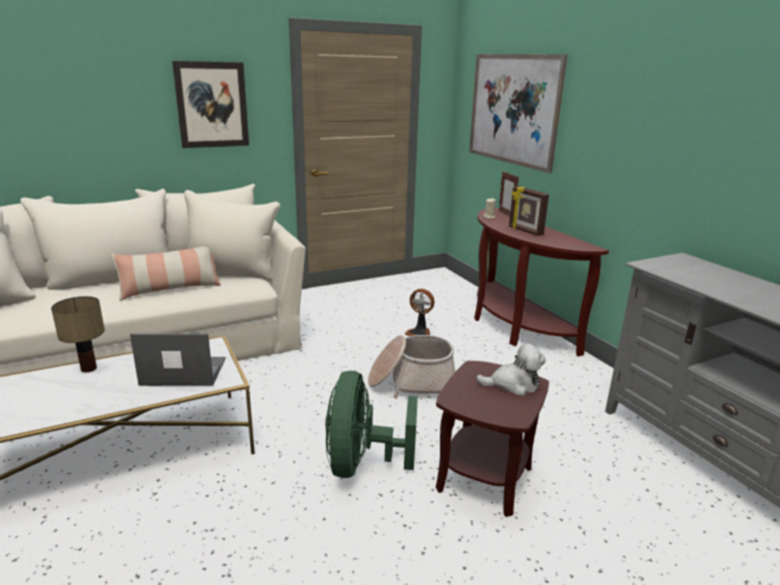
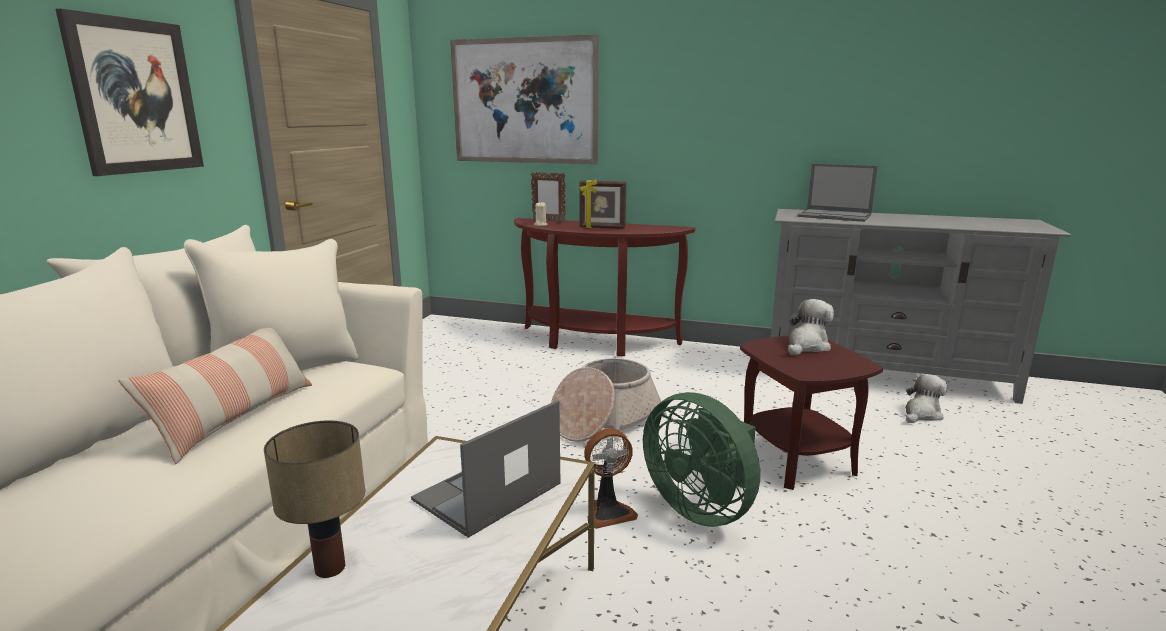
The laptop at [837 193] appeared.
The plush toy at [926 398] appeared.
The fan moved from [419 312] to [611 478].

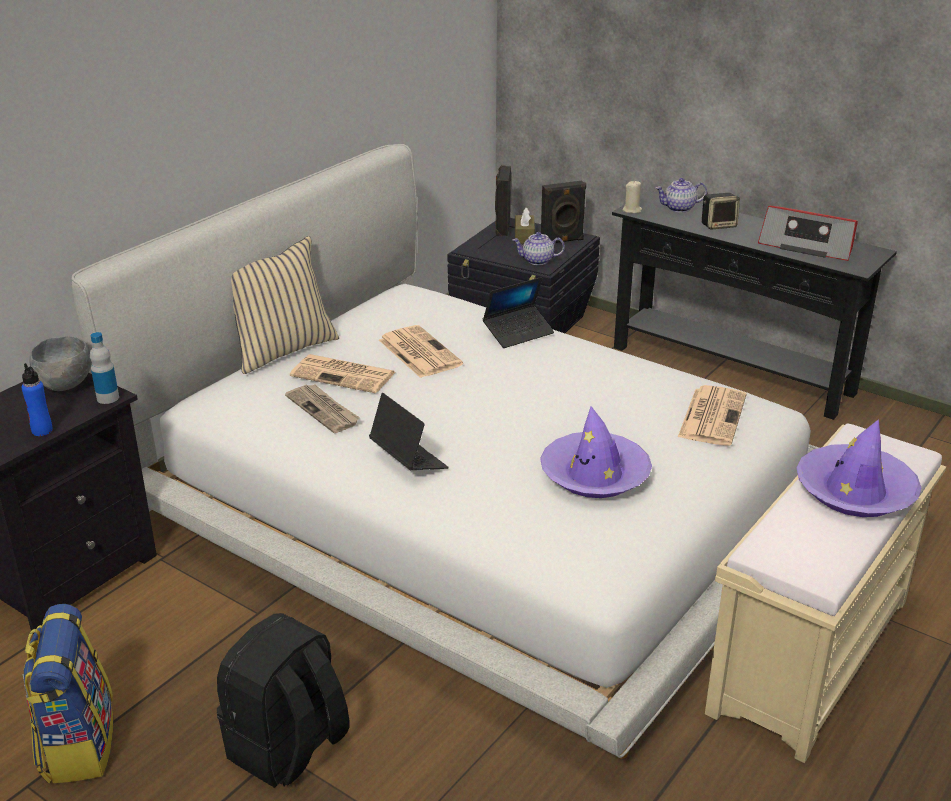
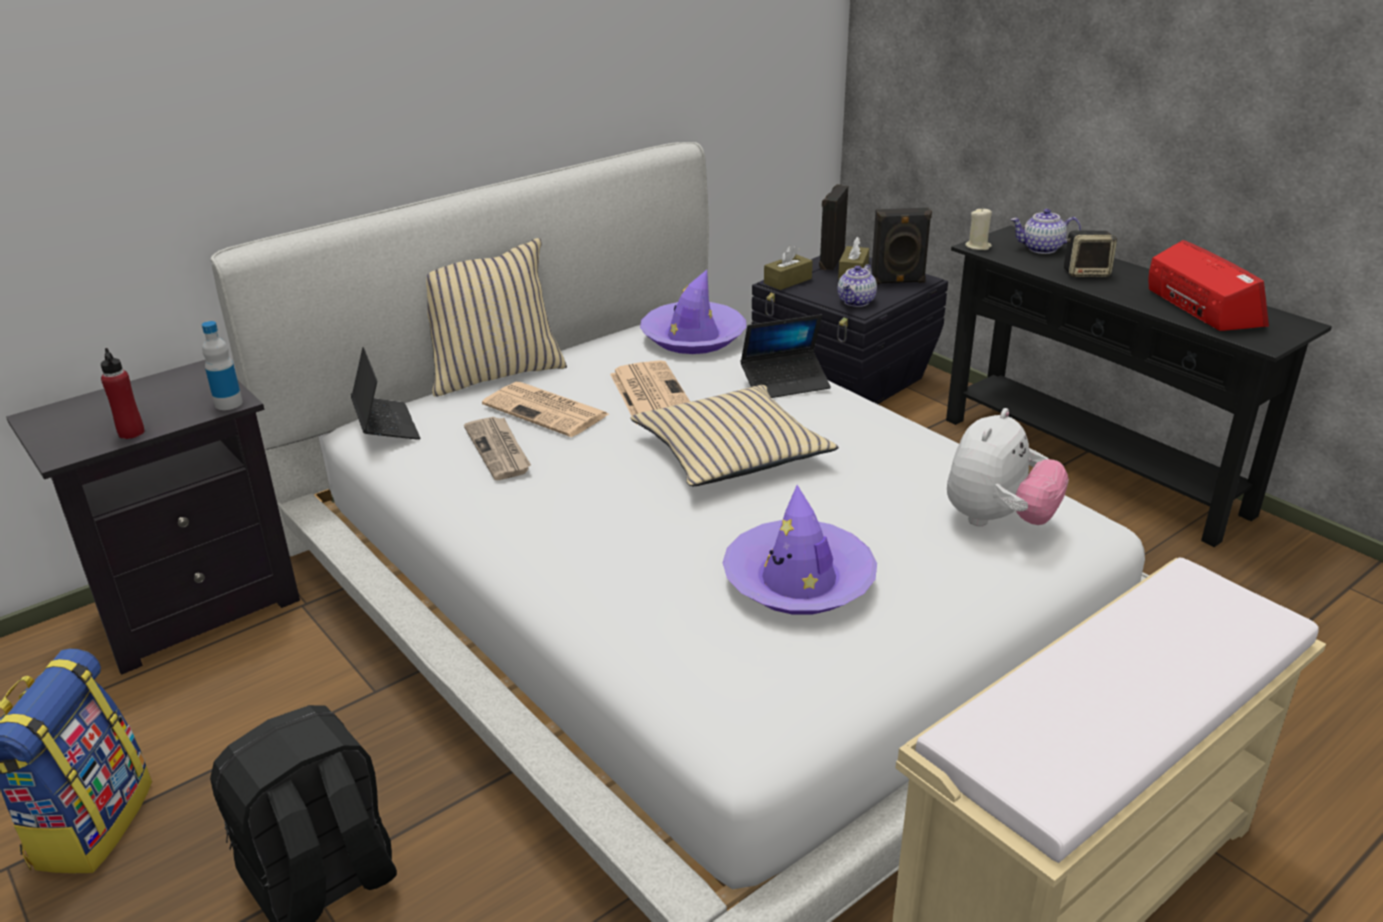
The bowl (grey) at [61 363] disappeared.
The pillow (beige) at [735 435] appeared.
The tissue box (brown) at [788 267] appeared.
The laptop moved from [409 431] to [385 393].
The hat (purple) moved from [859 468] to [693 312].
The newspaper at [712 415] was replaced by the plush toy at [1008 467].
The bottle (blue) at [37 399] became the bottle (red) at [123 393].
The teapot at [538 248] turned 75 degrees counterclockwise.
The radio at [808 233] turned 150 degrees counterclockwise.

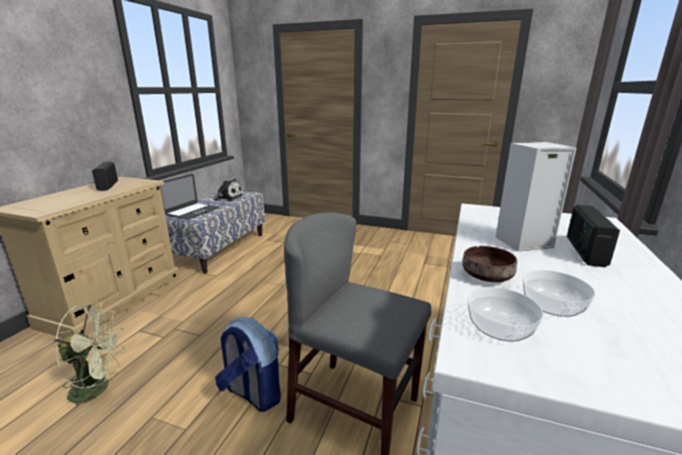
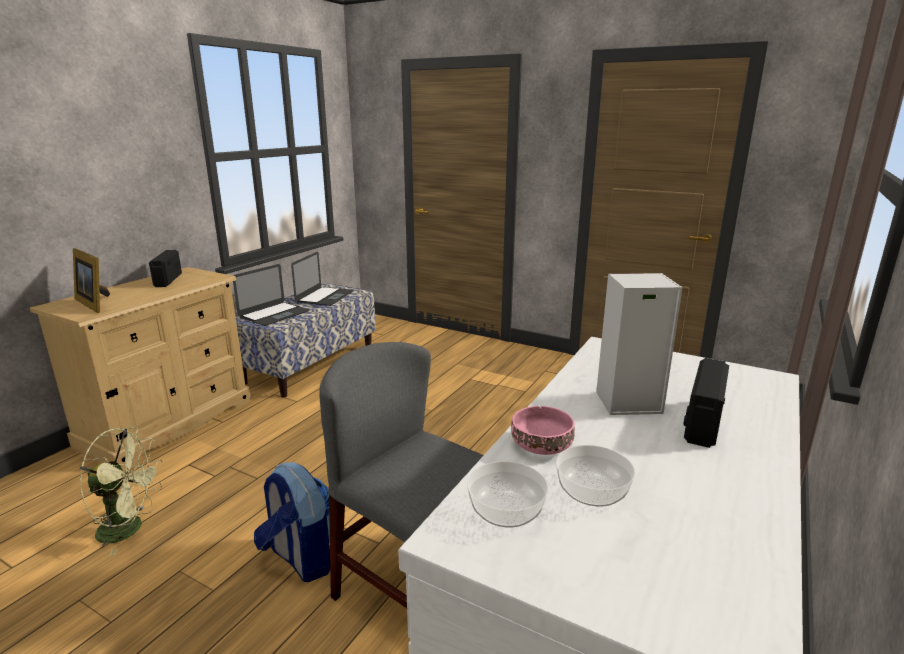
The picture frame at [91 280] appeared.
The plush toy at [226 190] was replaced by the laptop at [322 279].
The bowl (brown) at [489 264] became the bowl (pink) at [543 430].

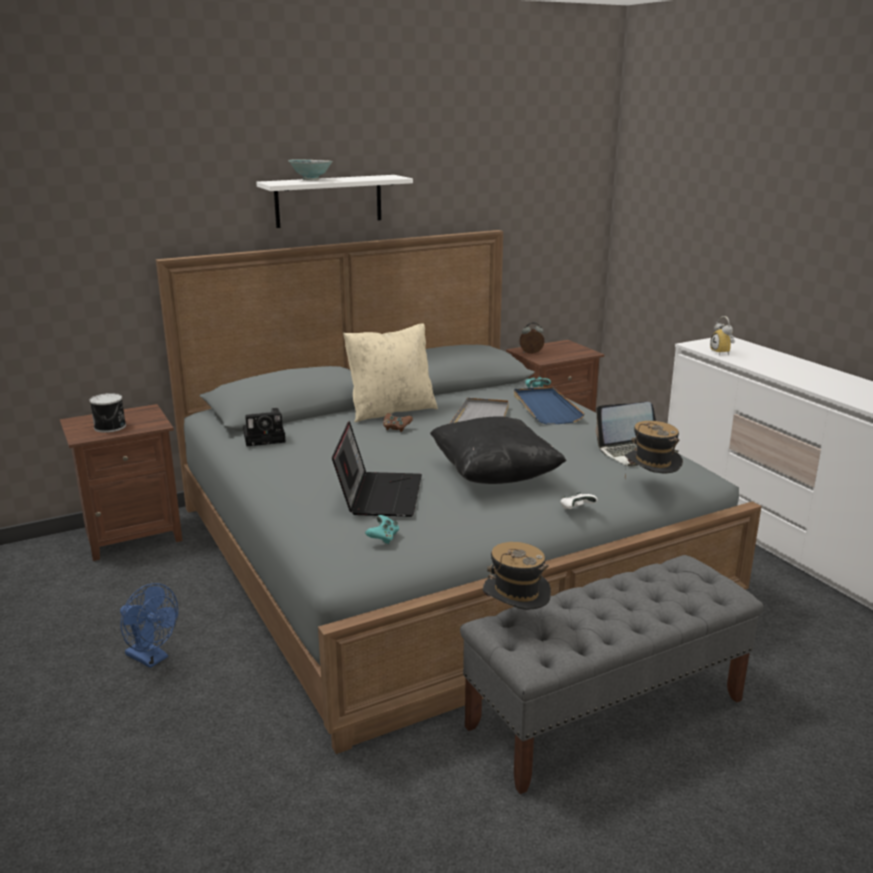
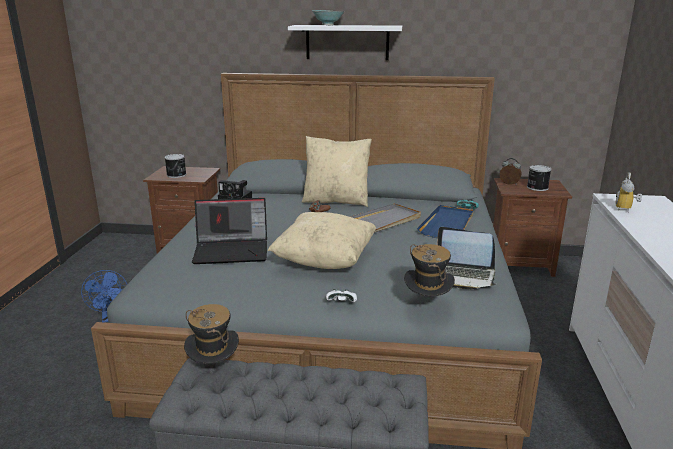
The game controller (turquoise) at [382 529] disappeared.
The can at [539 178] appeared.
The pillow (black) at [498 450] became the pillow (beige) at [322 240].
The laptop at [377 469] turned 45 degrees clockwise.

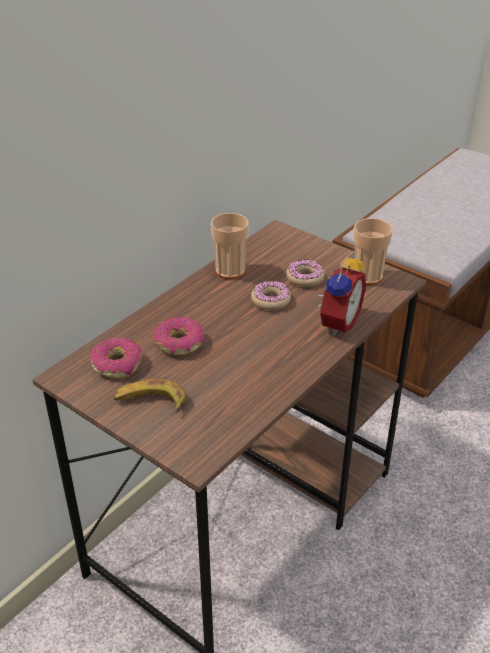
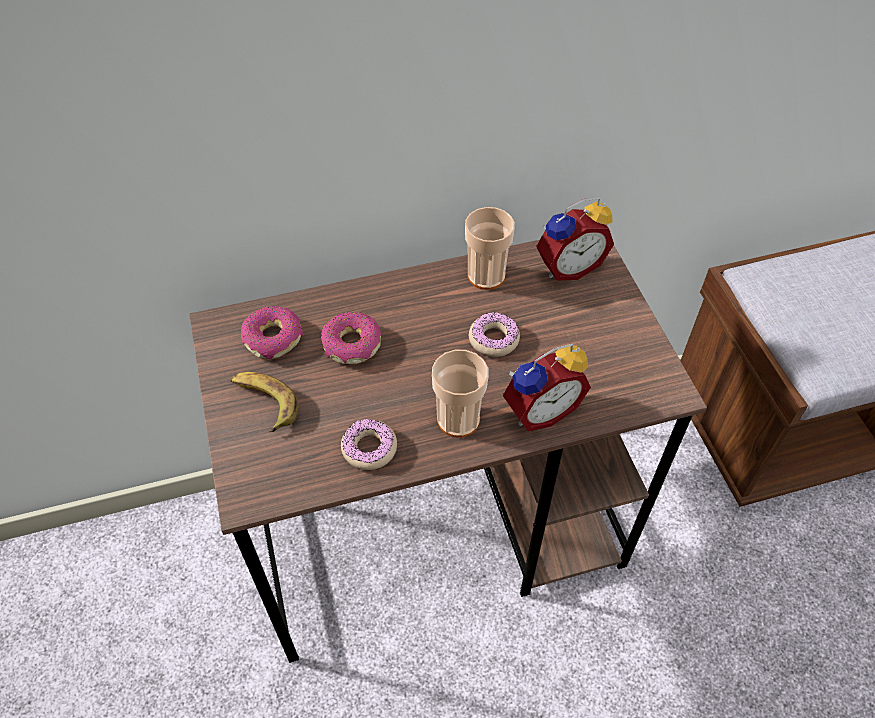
The alarm clock at [575 239] appeared.
The donut moved from [305 273] to [369 444].
The cup moved from [373 251] to [460 394].

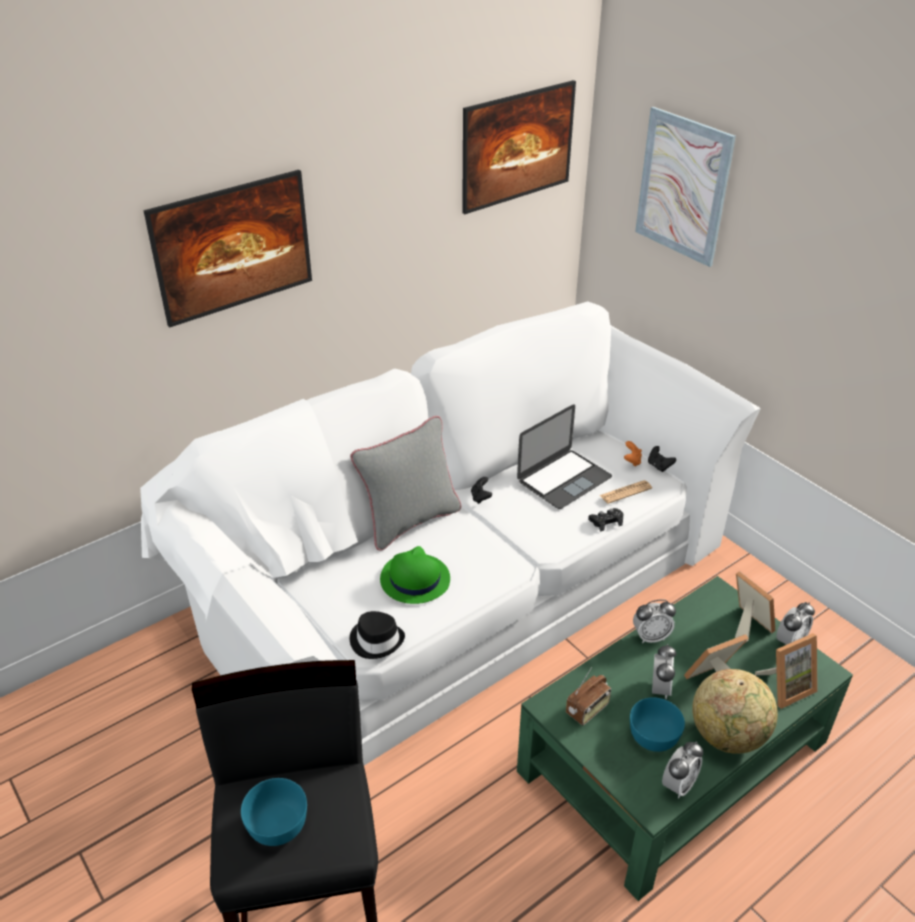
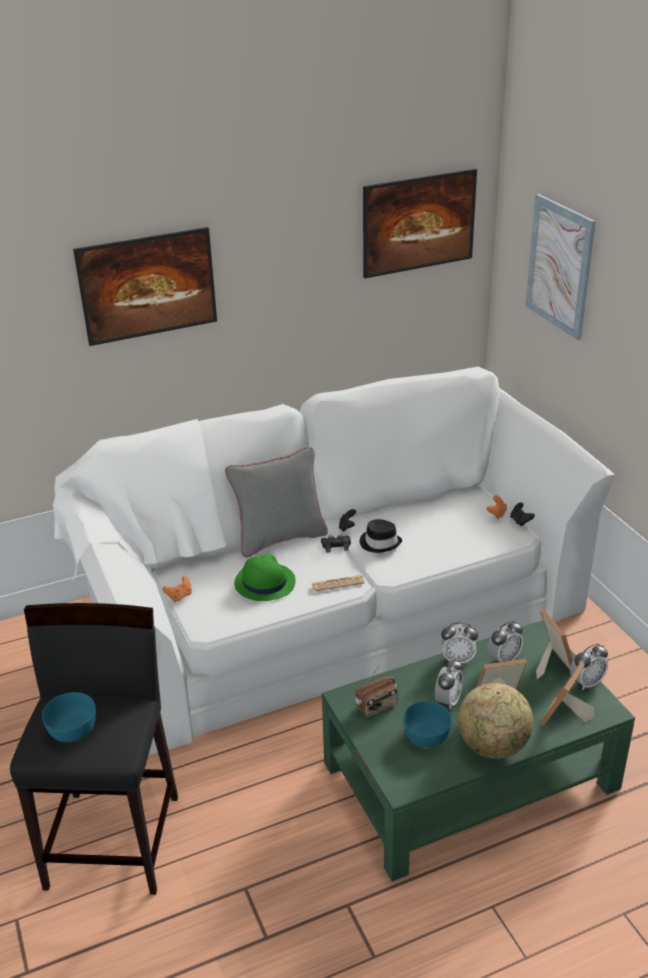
The laptop at [564 456] disappeared.
The game controller (orange) at [177 589] appeared.
The hat (black) moved from [377 635] to [381 536].
The game controller (black) moved from [606 520] to [336 544].
The newspaper moved from [626 492] to [338 583].
The alarm clock moved from [682 769] to [505 641].
The picture frame at [786 671] turned 135 degrees clockwise.

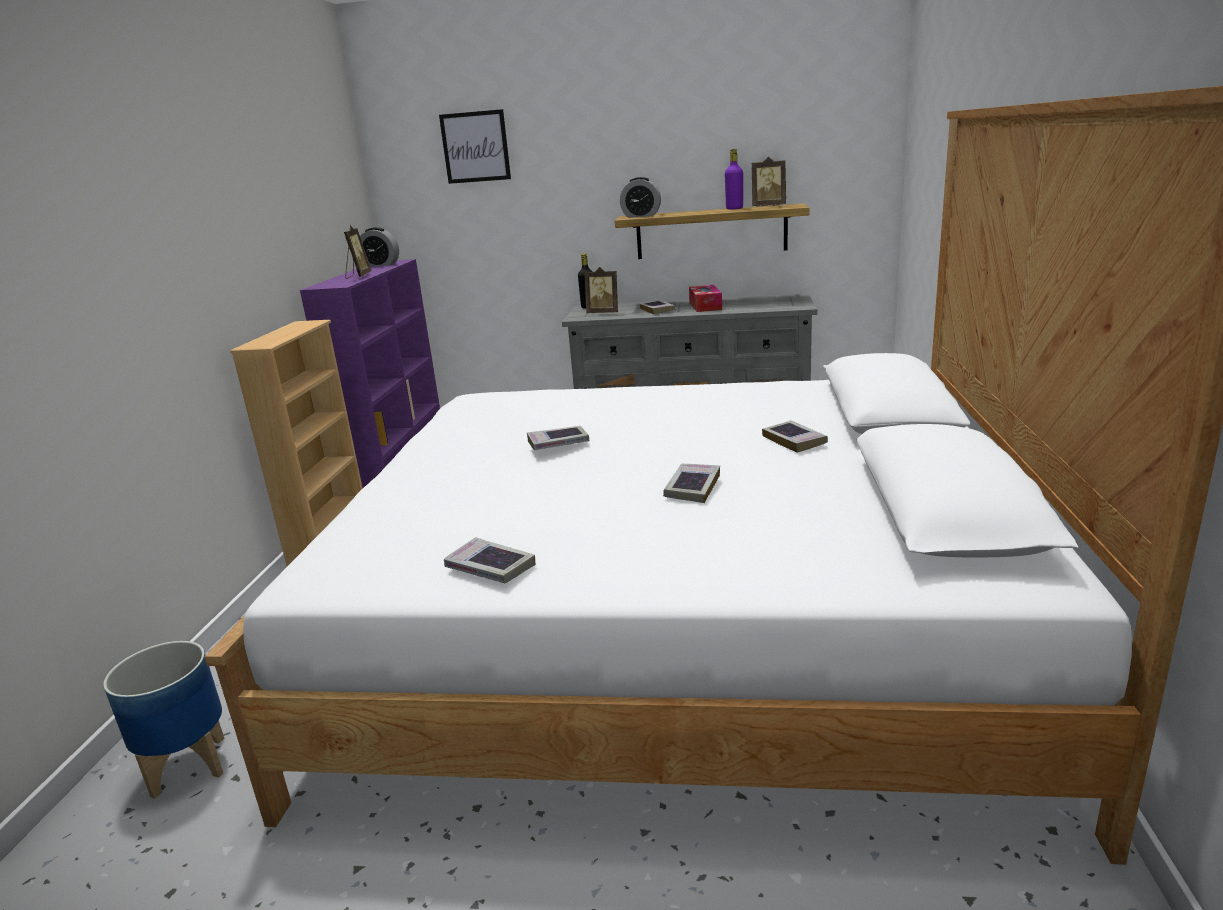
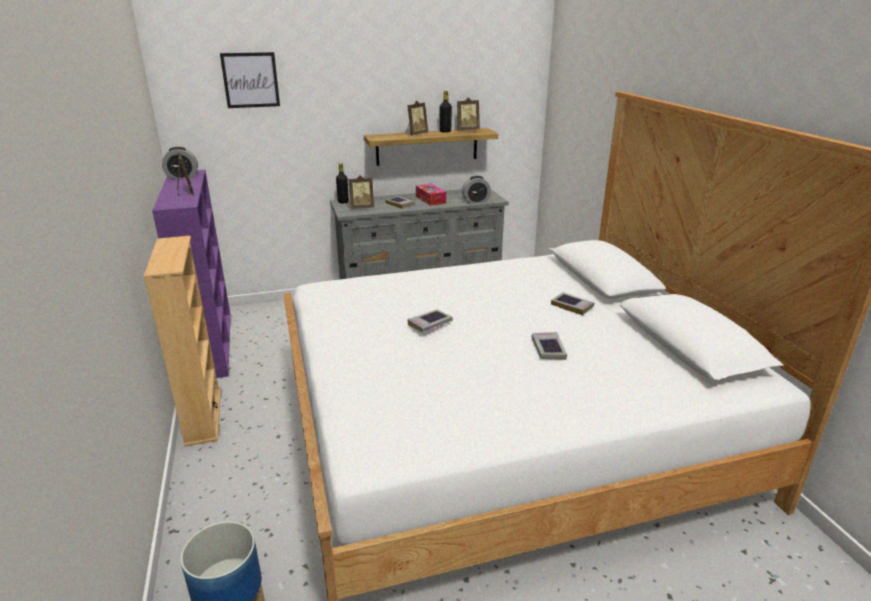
The book at [489 560] disappeared.
The picture frame at [417 117] appeared.
The alarm clock moved from [640 197] to [476 189].
The bottle (purple) at [734 179] became the bottle (black) at [446 112].

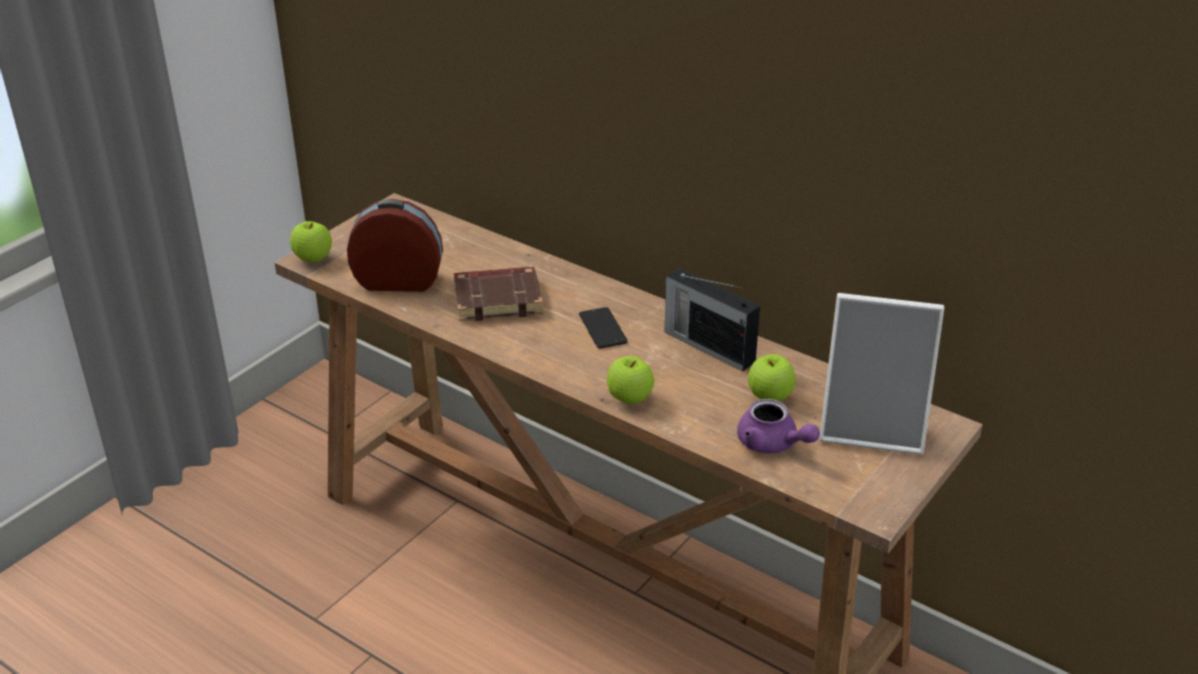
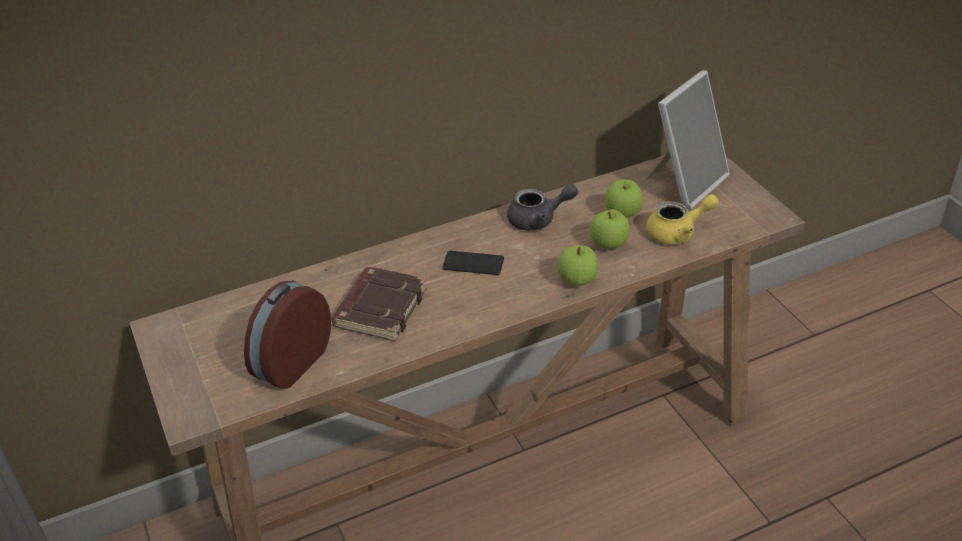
The apple moved from [311 241] to [610 229].
The radio at [712 320] was replaced by the teapot (grey) at [542 207].
The teapot (purple) at [778 426] became the teapot (yellow) at [682 219].

